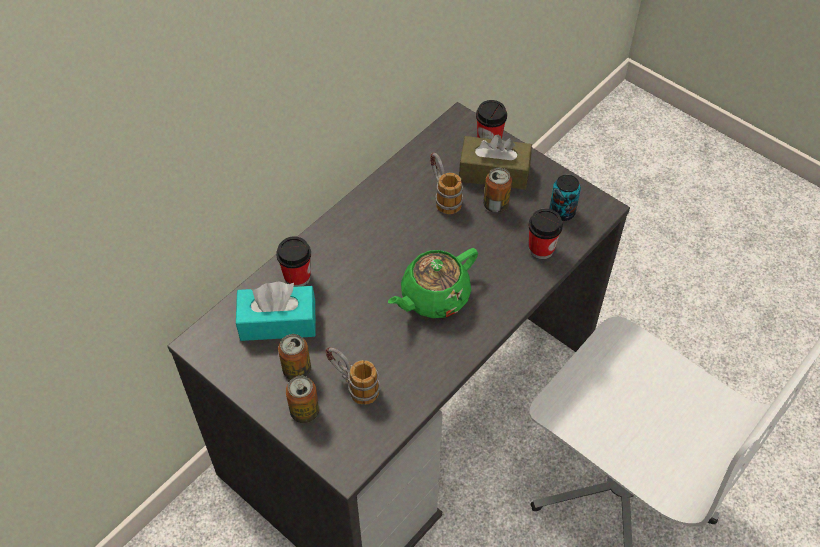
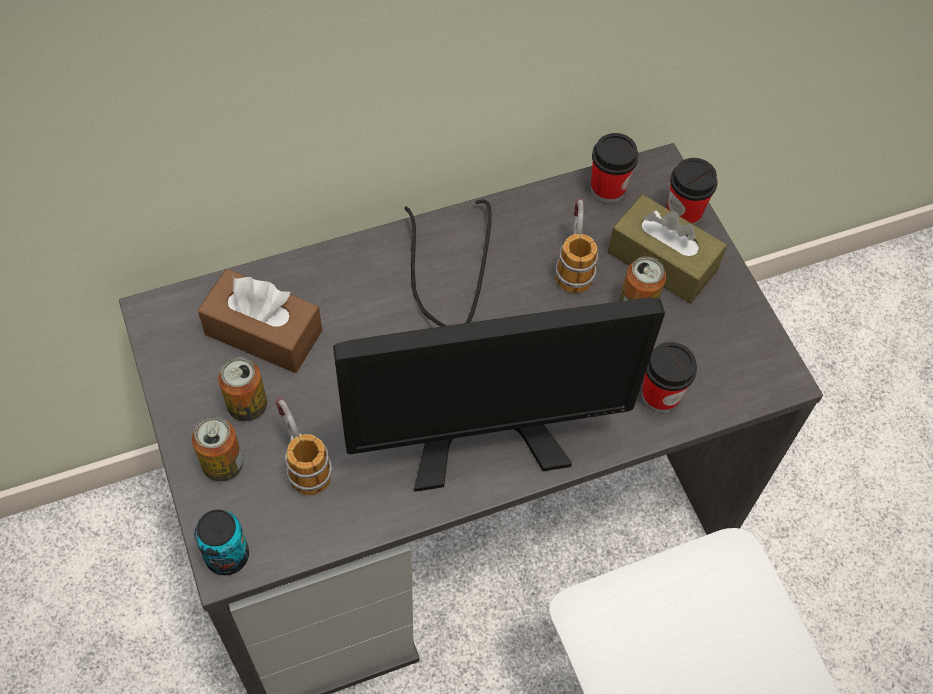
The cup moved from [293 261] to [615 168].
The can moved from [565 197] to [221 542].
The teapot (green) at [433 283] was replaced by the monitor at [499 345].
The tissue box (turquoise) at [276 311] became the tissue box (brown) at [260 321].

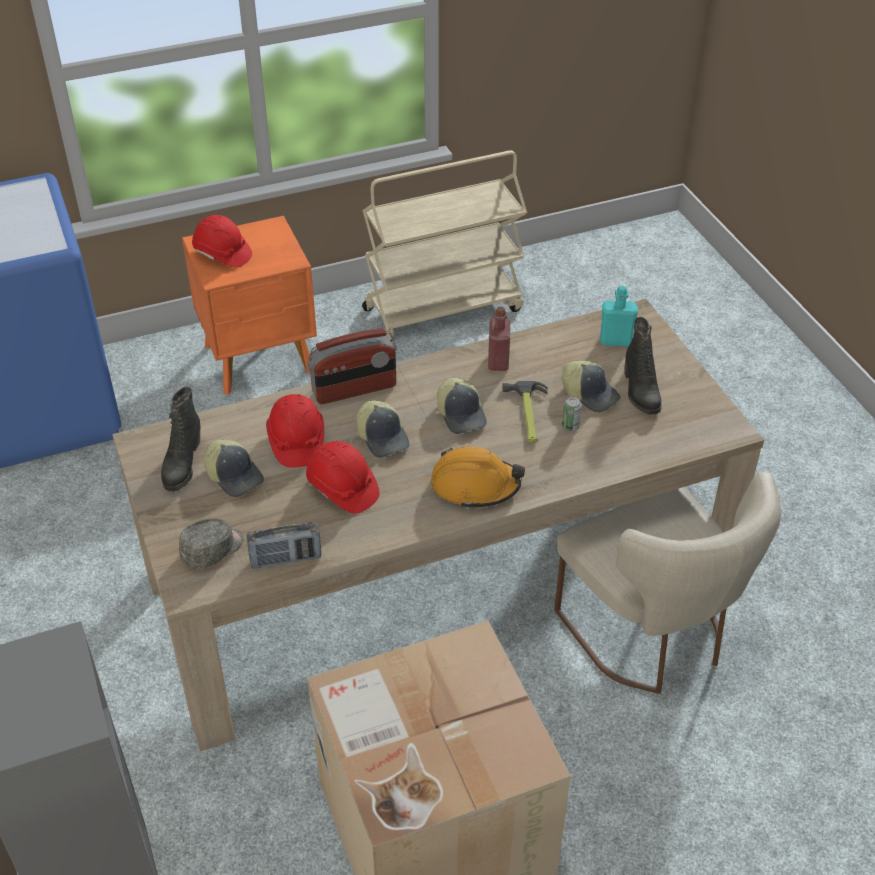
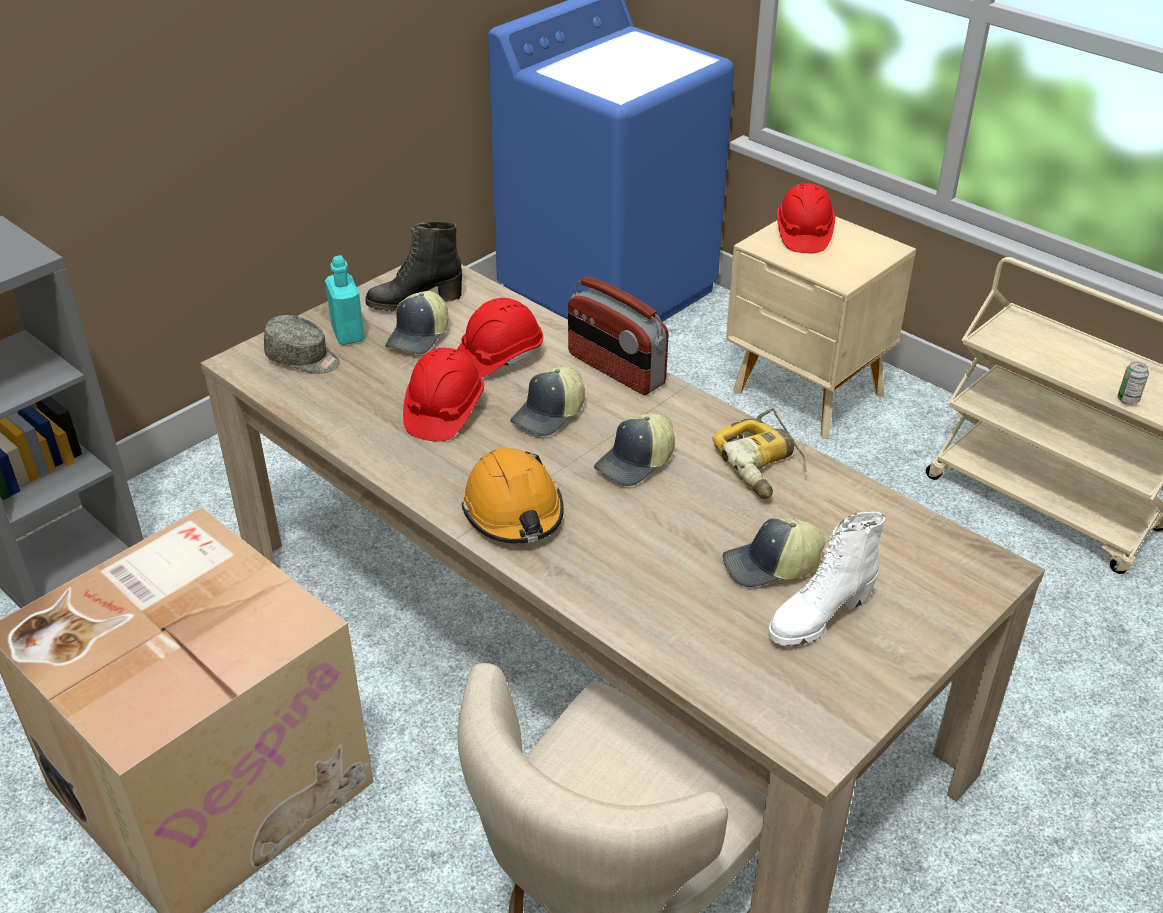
The radio at [284 545] disappeared.
The hammer at [525 412] disappeared.
The can moved from [572 414] to [1133 383].
The bottle (turquoise) moved from [619 316] to [345 300].
The bottle (red) at [499 339] was replaced by the power drill at [759 454].
The nightstand (orange) at [249 305] became the nightstand (beige) at [821 327].
The boot (black) at [643 366] became the boot (white) at [826 579].
The cap at [591 386] turned 60 degrees clockwise.

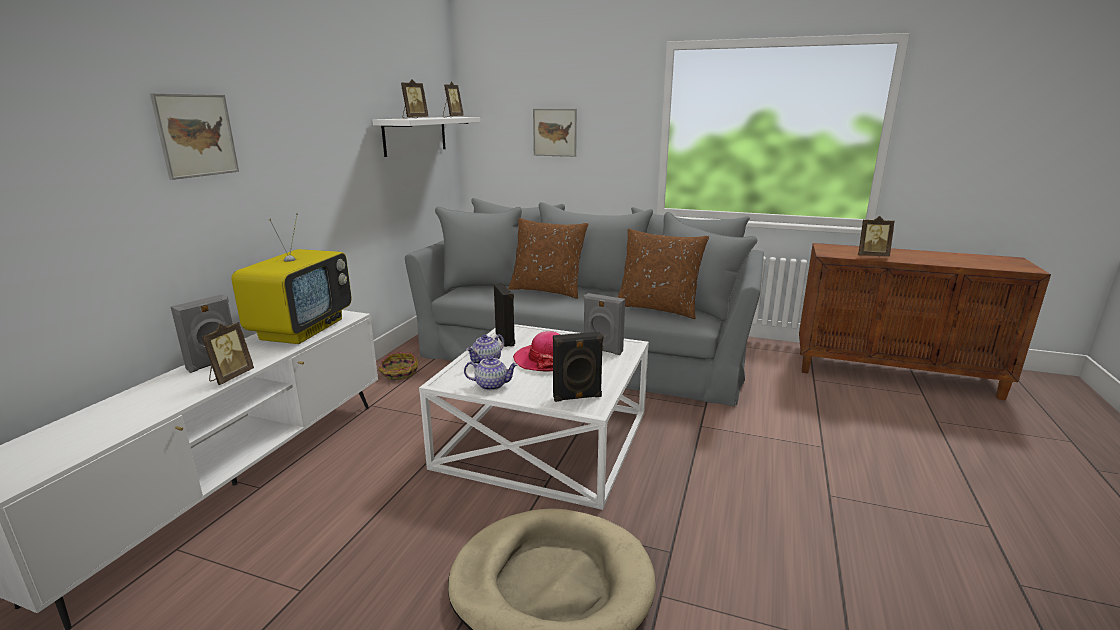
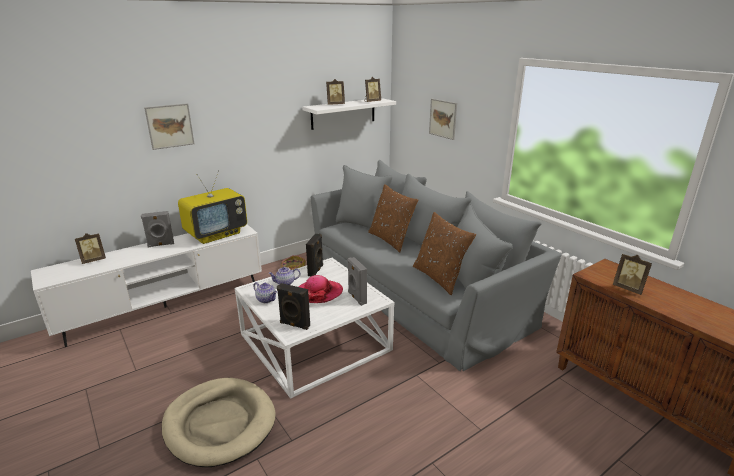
The picture frame moved from [227 353] to [90 248].

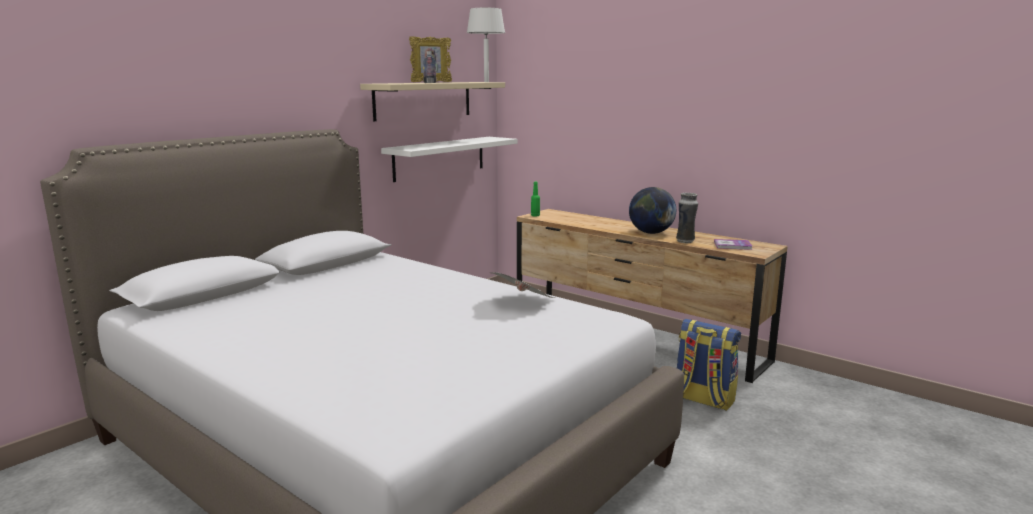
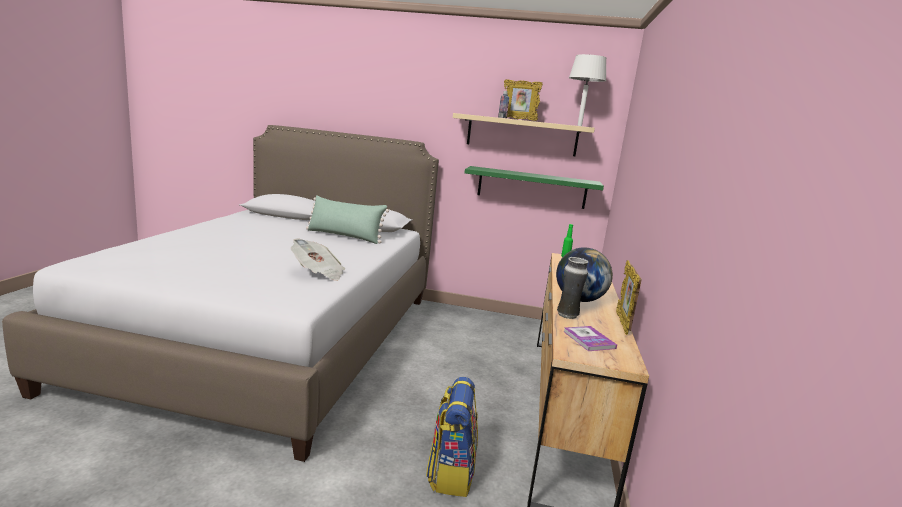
The pillow (green) at [347 219] appeared.
The picture frame at [629 297] appeared.
The shelf (white) at [449 159] became the shelf (green) at [534 187].

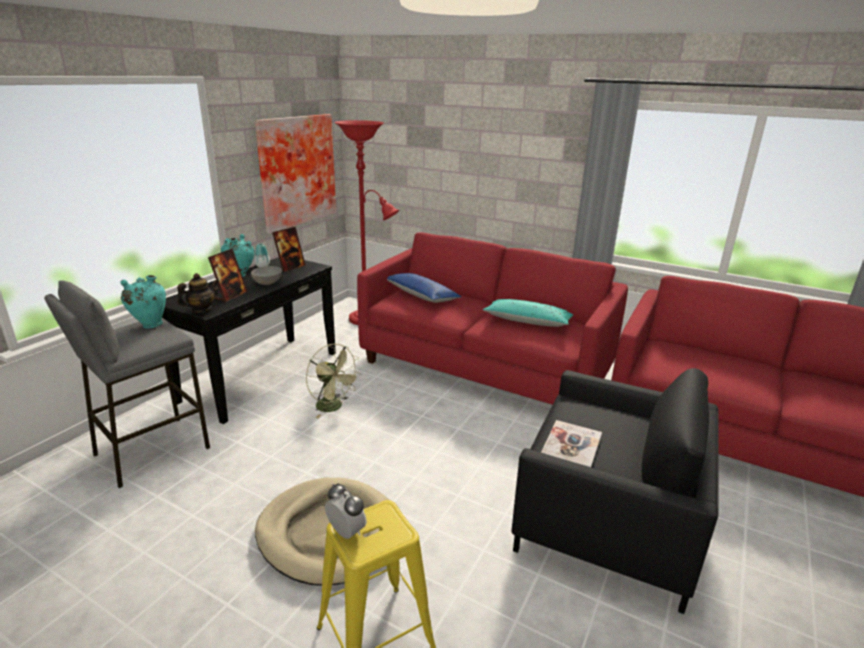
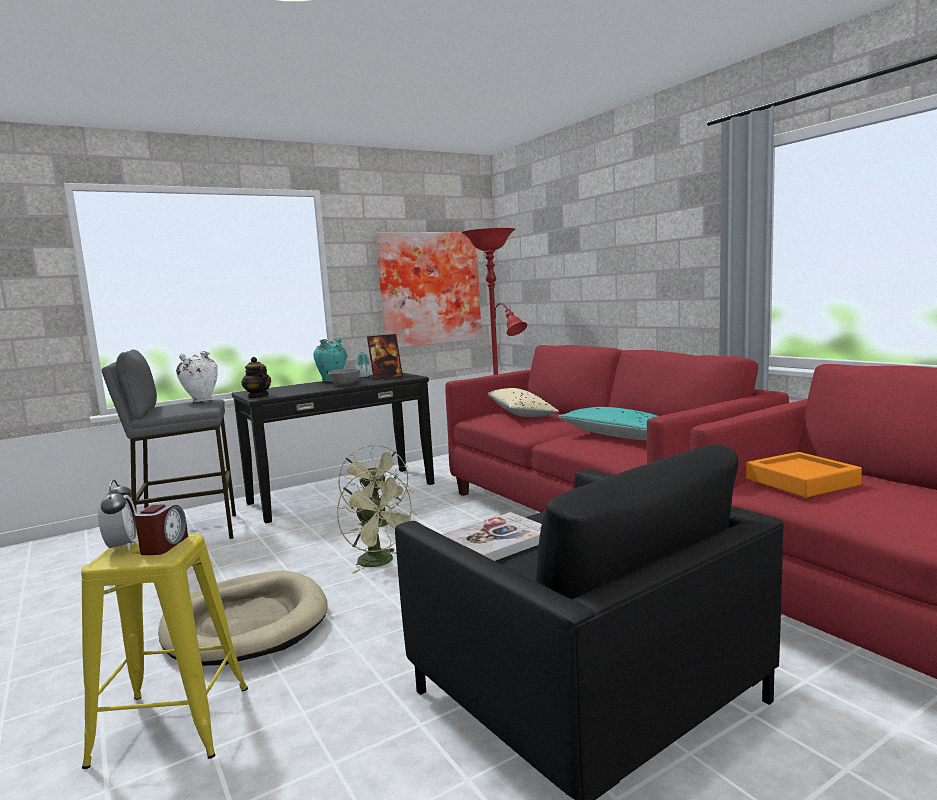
The picture frame at [228 275] disappeared.
The alarm clock at [161 530] appeared.
The fan (green) at [377 521] appeared.
The tray (orange) at [804 475] appeared.
The vase (turquoise) at [143 302] became the vase (white) at [197 376].
The pillow (blue) at [424 288] became the pillow (beige) at [523 402].
The teapot at [198 293] turned 120 degrees counterclockwise.

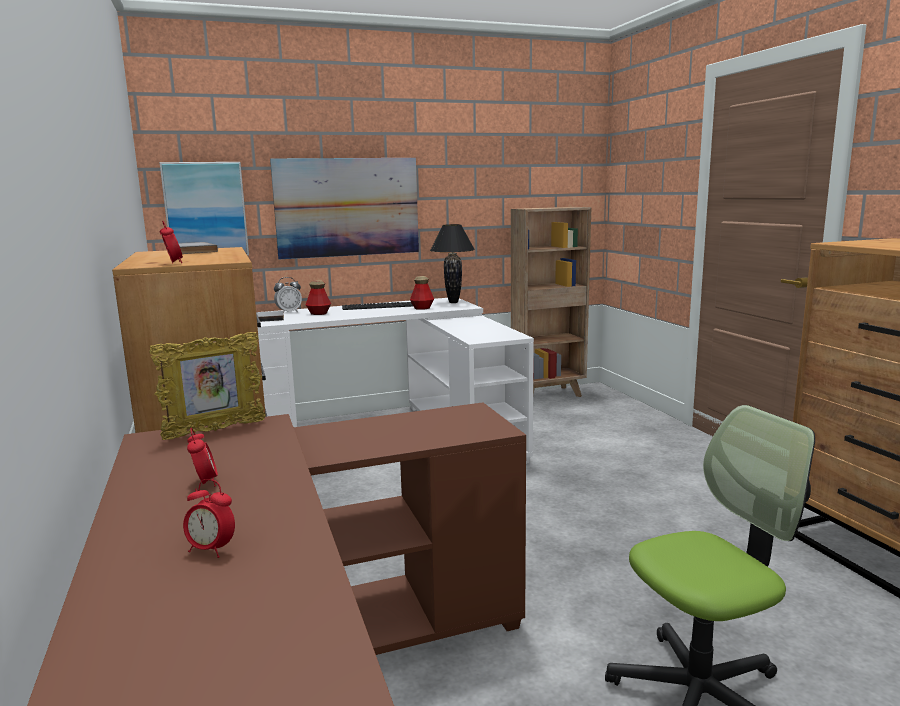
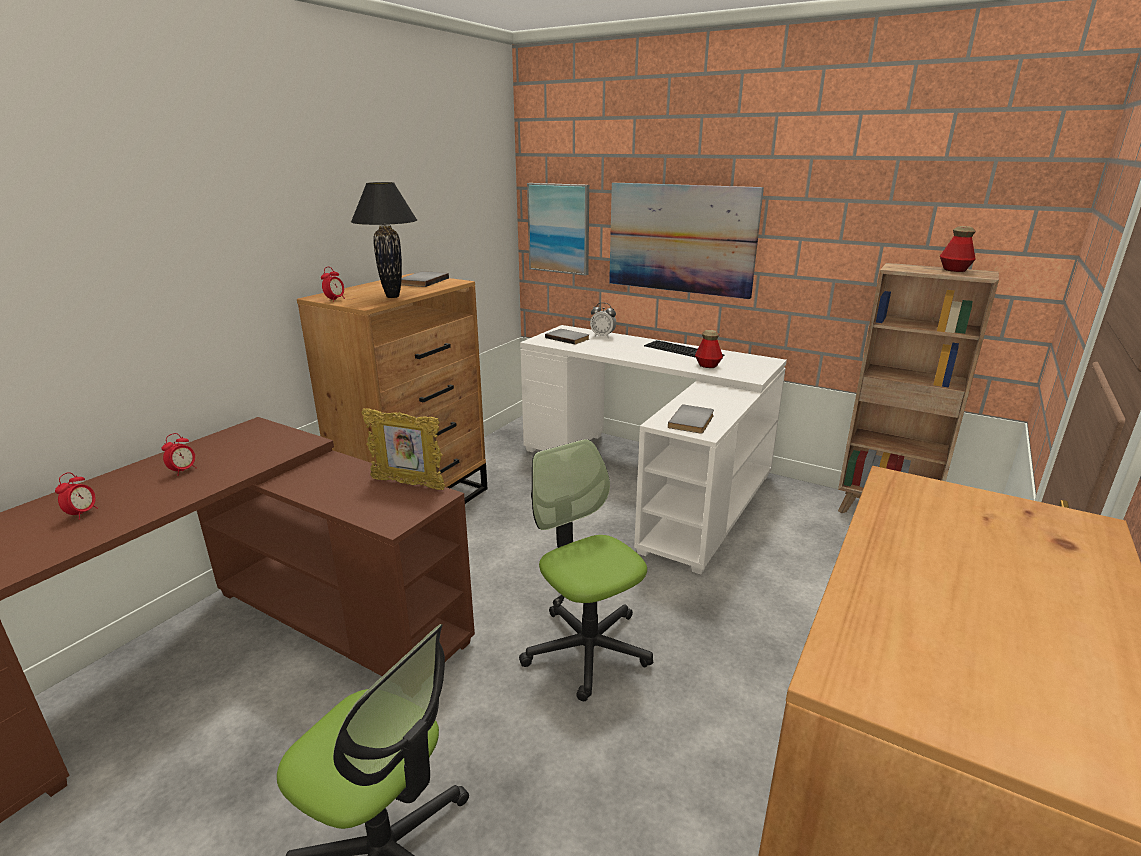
The office chair at [586 570] appeared.
The book (grey) at [691 418] appeared.
The picture frame moved from [207 386] to [403 449].
The bottle moved from [318 297] to [958 249].
The table lamp (black) moved from [452 263] to [384 240].
The alarm clock at [209 518] turned 150 degrees counterclockwise.

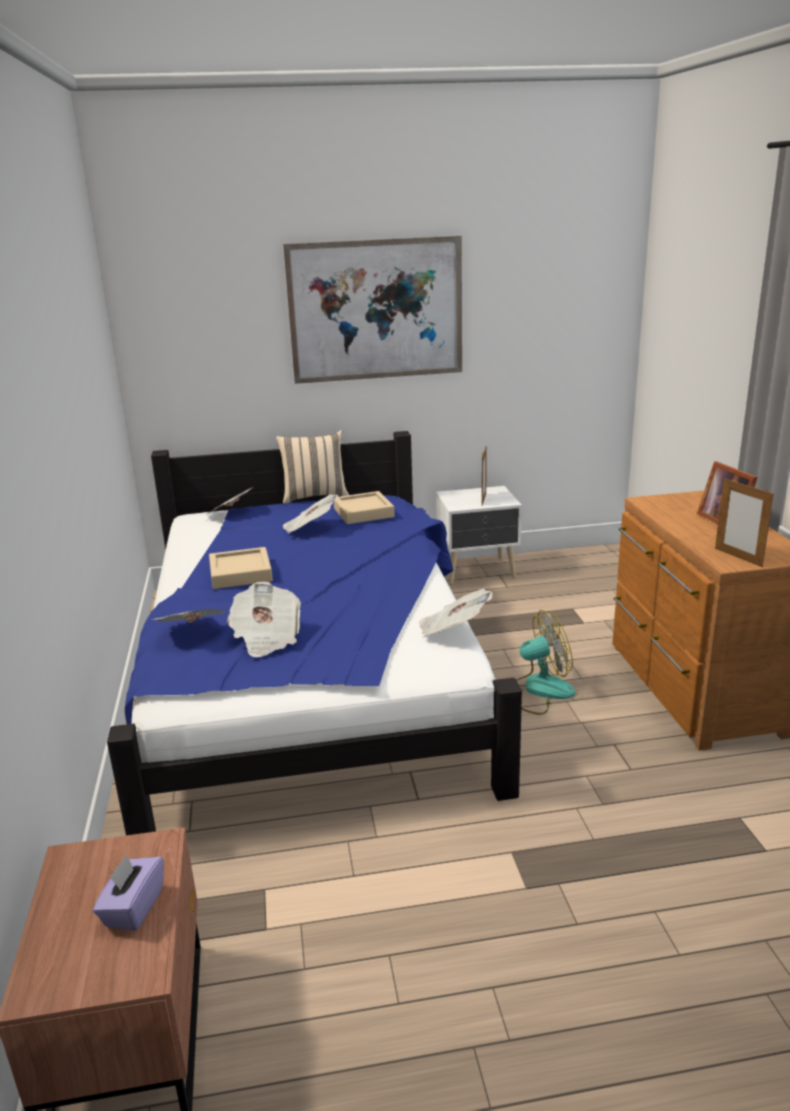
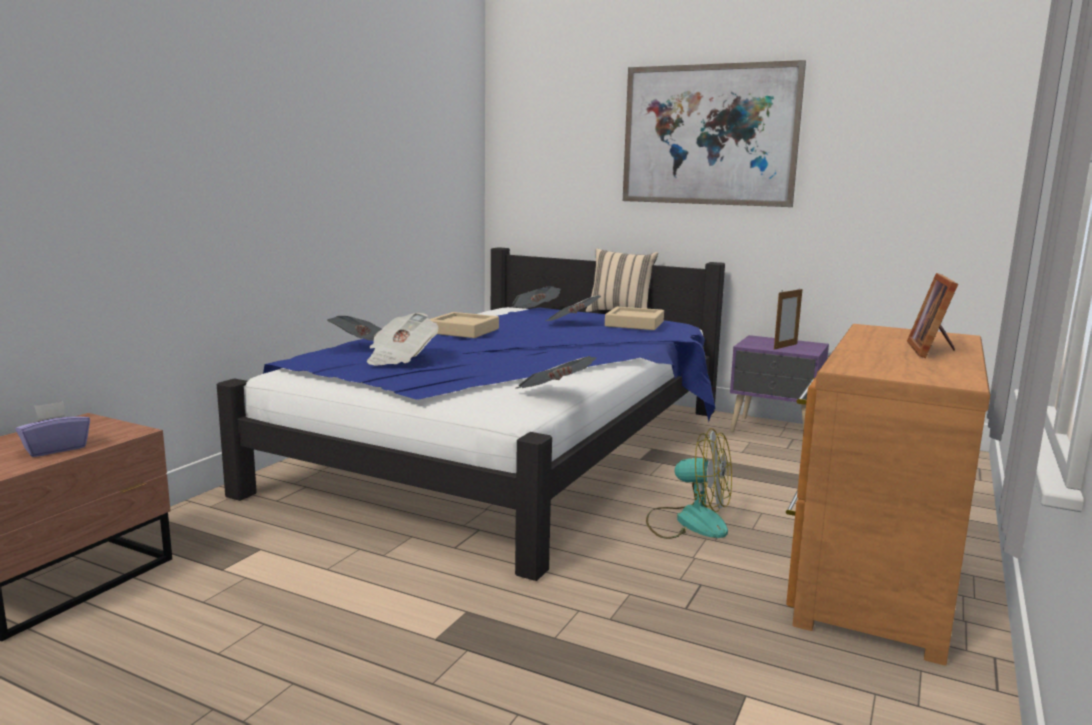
The picture frame at [744 522] disappeared.
The nightstand (white) at [479 535] became the nightstand (purple) at [779 383].

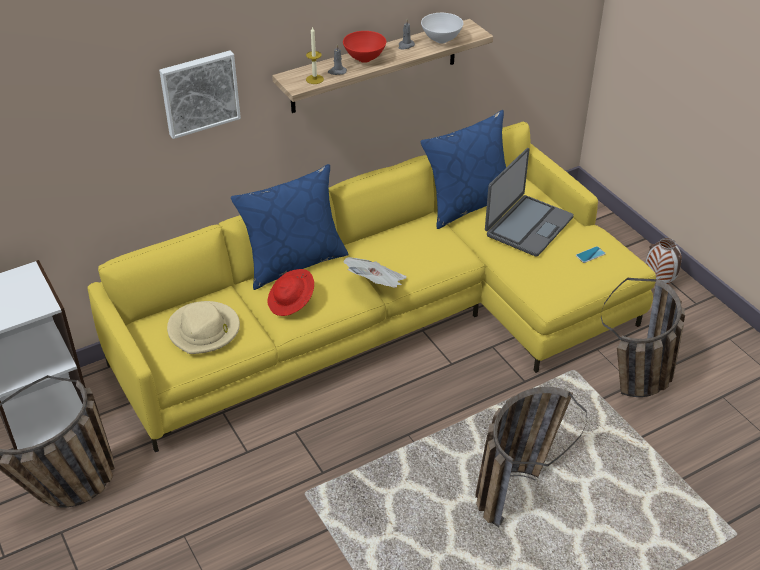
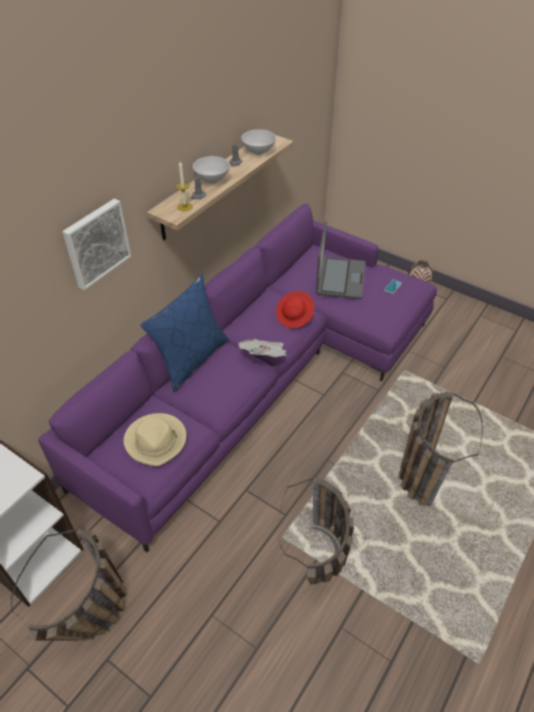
The pillow (blue) at [463 169] disappeared.
The hat (red) moved from [290 292] to [295 309].
The basket moved from [643 337] to [316 531].
The sofa (yellow) at [371 287] became the sofa (purple) at [237 378].
The bowl (red) at [364 47] became the bowl (white) at [211 170].

